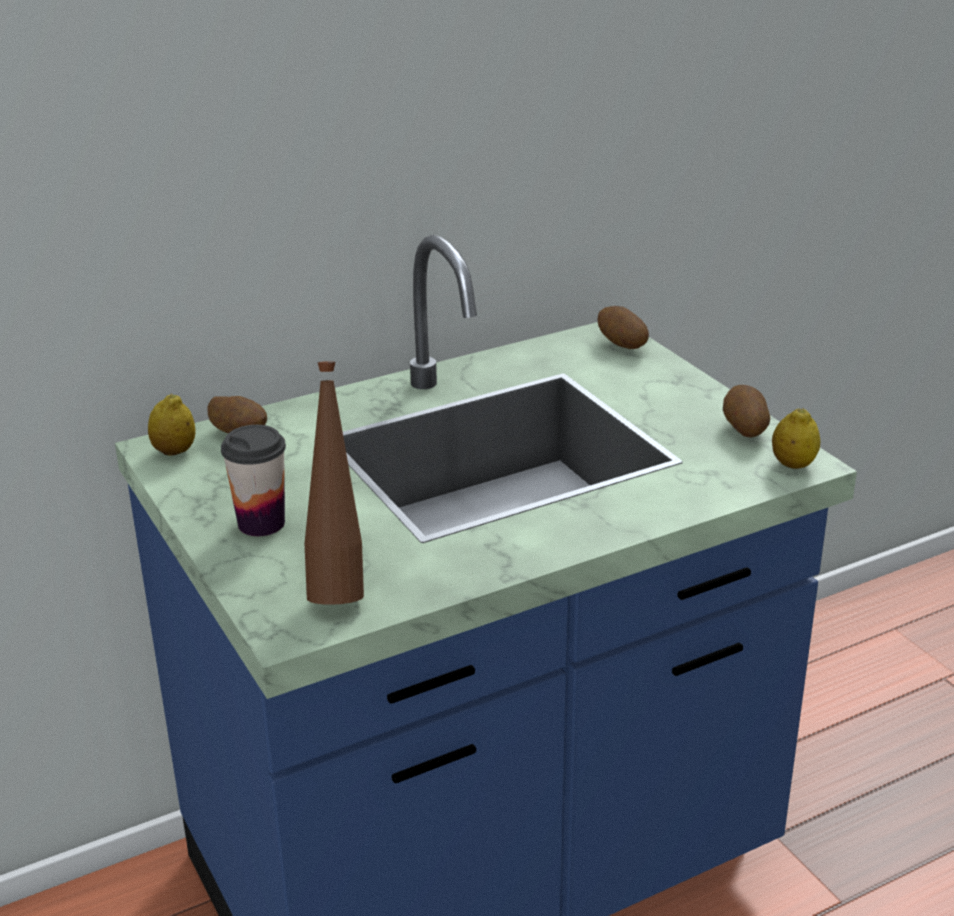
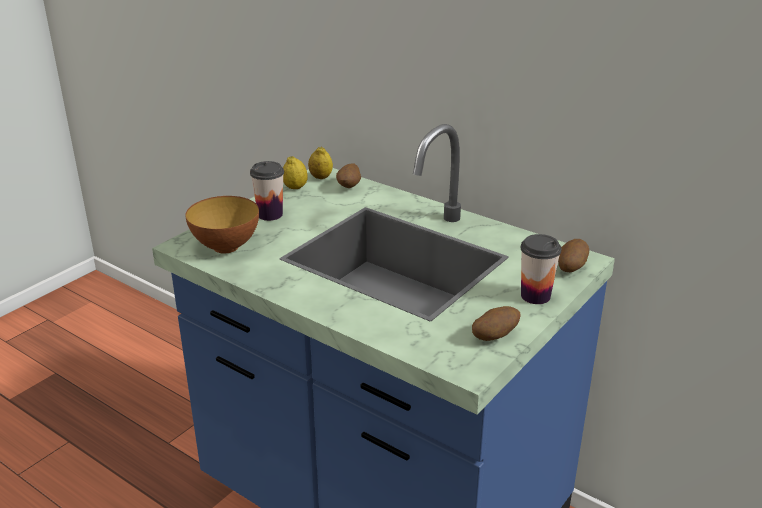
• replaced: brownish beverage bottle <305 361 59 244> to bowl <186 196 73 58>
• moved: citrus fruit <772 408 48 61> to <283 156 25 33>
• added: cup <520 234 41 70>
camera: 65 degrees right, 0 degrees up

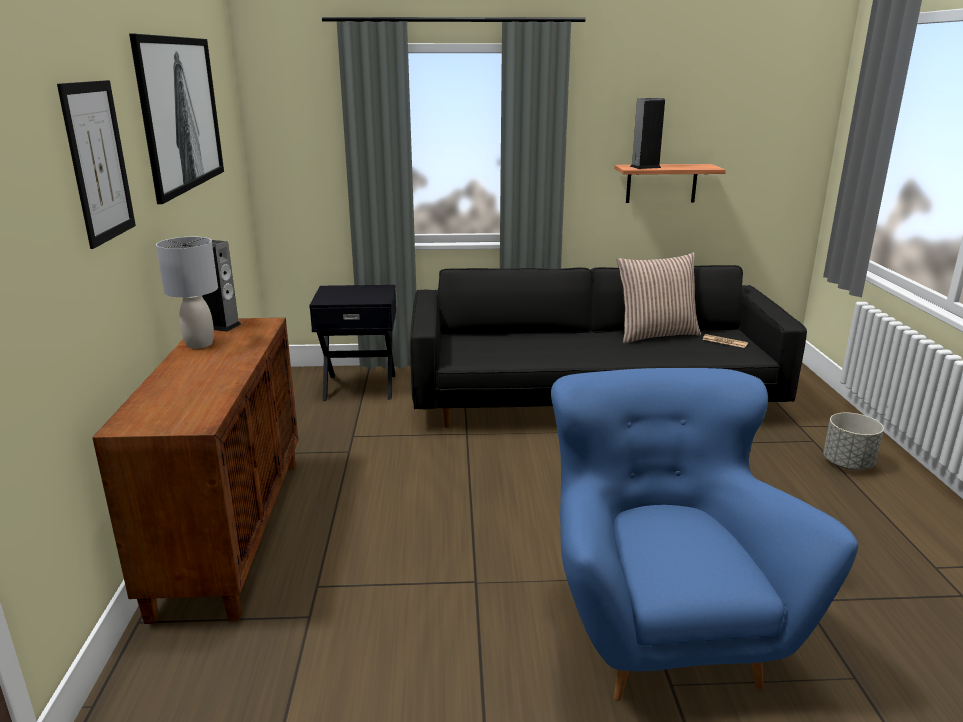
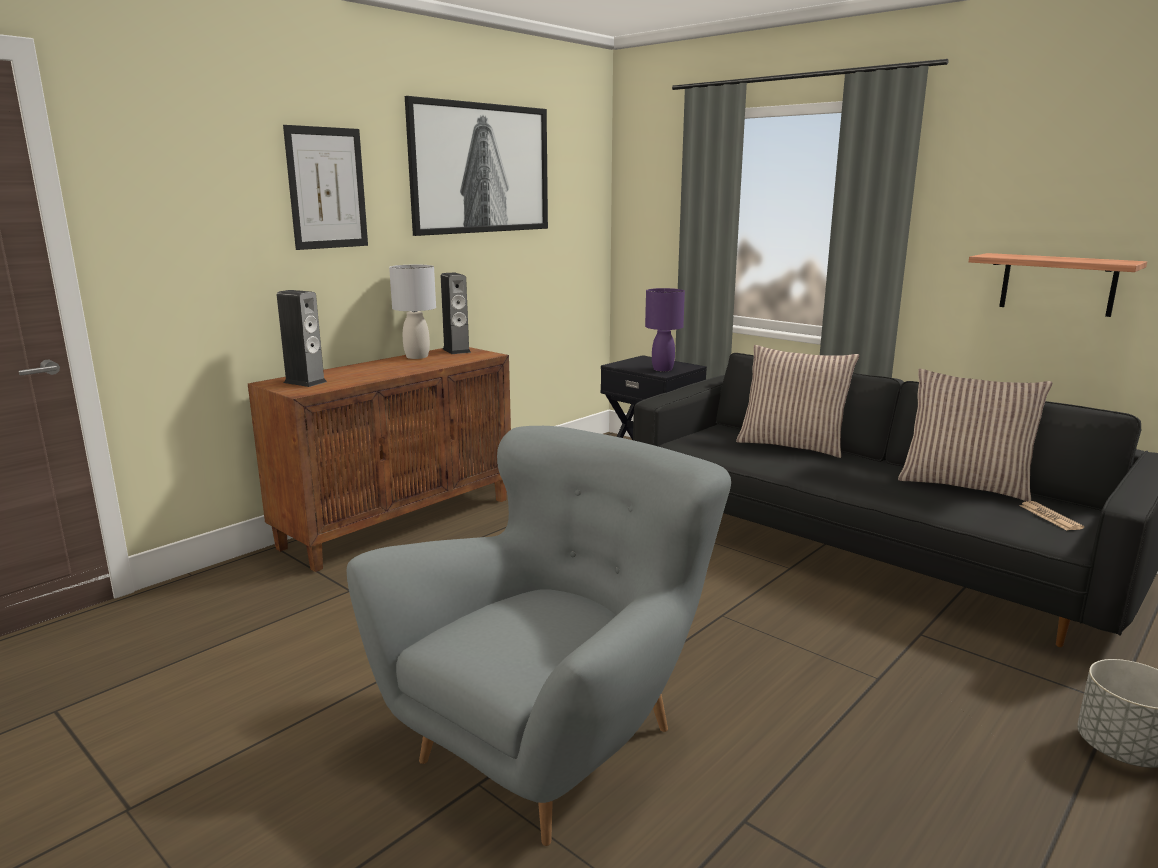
• moved: audio speaker <630 98 35 71> to <277 290 50 97>
• recoloured: bluish easy chair <551 368 307 333> to gray easy chair <347 426 384 420>
• added: purplish tabletop lamp <645 288 40 83>
• added: throw pillow <736 345 123 113>
camera: 45 degrees right, 5 degrees down

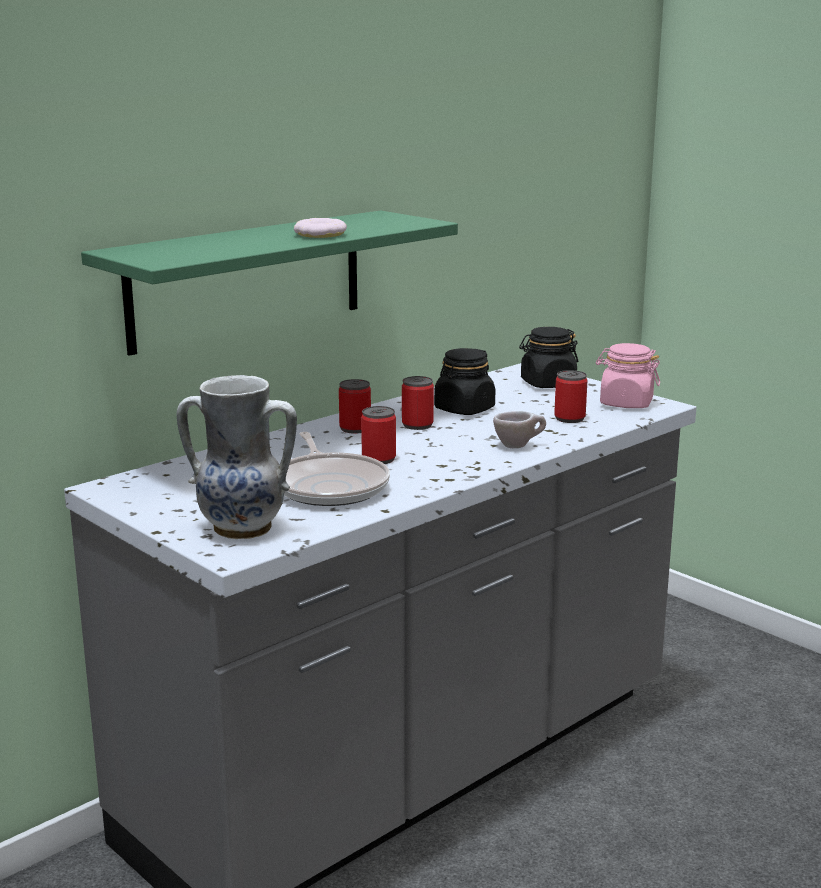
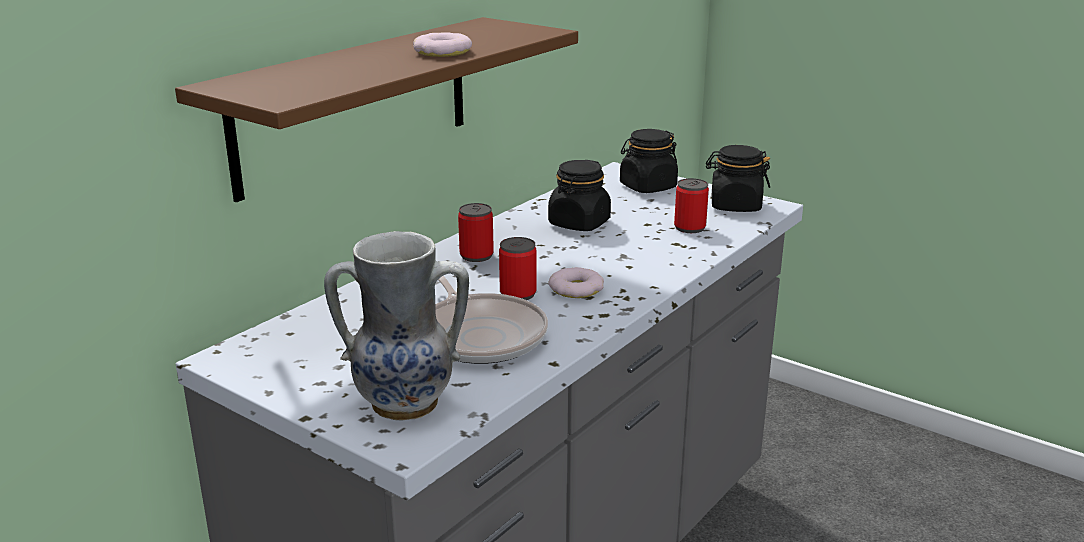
• recoloured: green bracket shelf <81 210 377 146> to brownish bracket shelf <175 17 403 185>
• recoloured: pinkish jar <596 343 64 65> to black jar <706 145 64 67>
• removed: metal can <402 376 32 54>
• removed: beige-coloured cup <493 411 53 37>
• added: doughnut <549 267 55 31>
camera: 10 degrees left, 5 degrees up

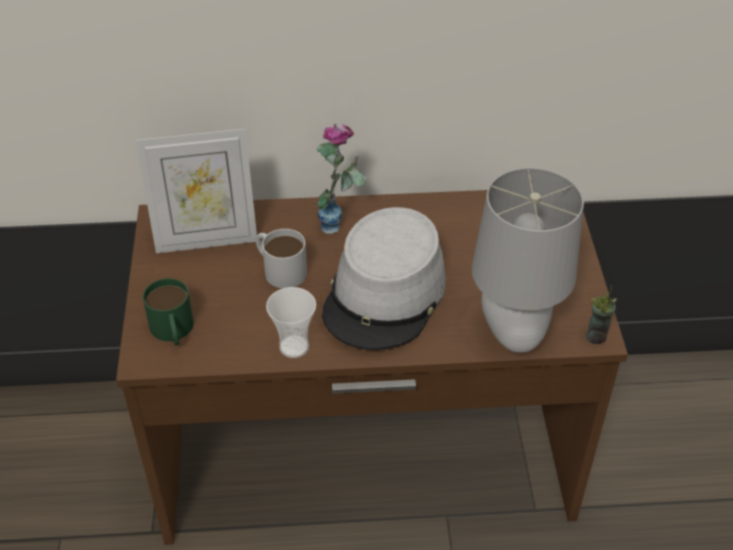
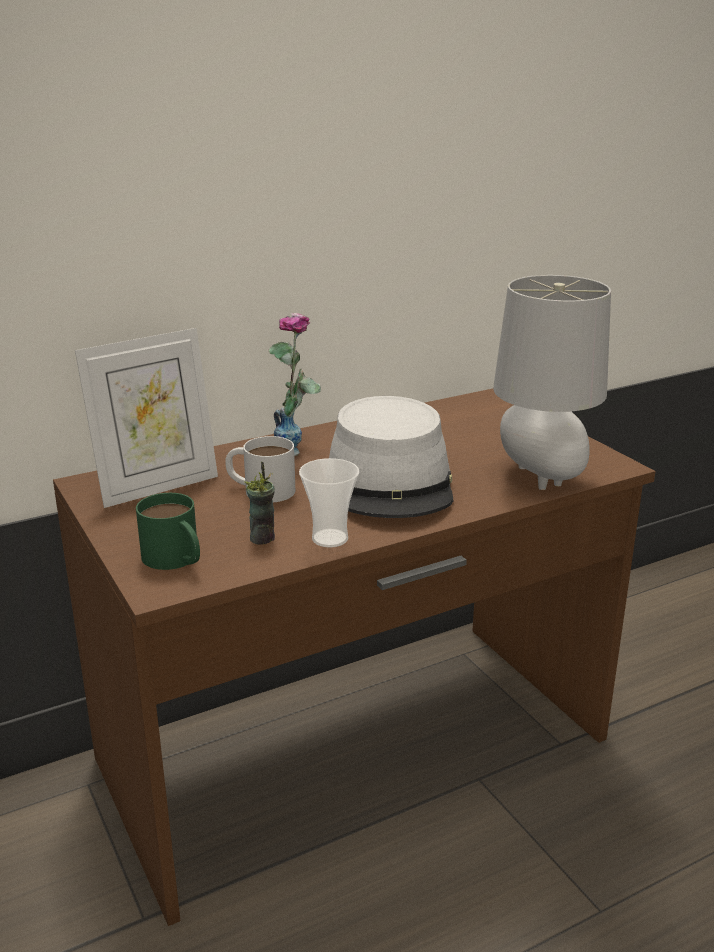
• moved: cup <586 286 31 58> to <243 462 32 83>
camera: 25 degrees left, 20 degrees down

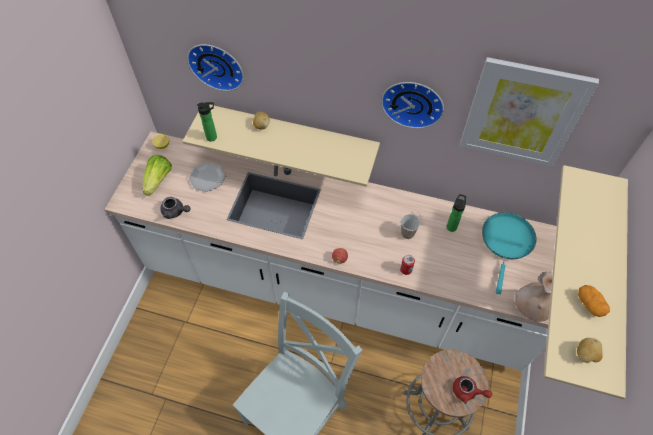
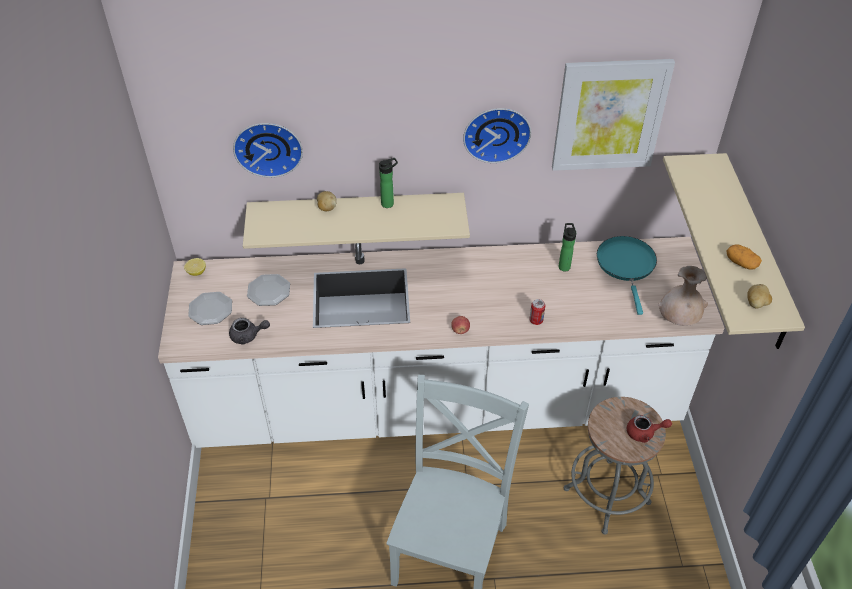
• moved: beverage bottle <197 102 20 39> to <379 158 19 50>
• replaced: head of lettuce <143 155 29 41> to flat dish <188 292 44 33>
• removed: cup <401 214 19 25>
camera: 20 degrees left, 10 degrees down

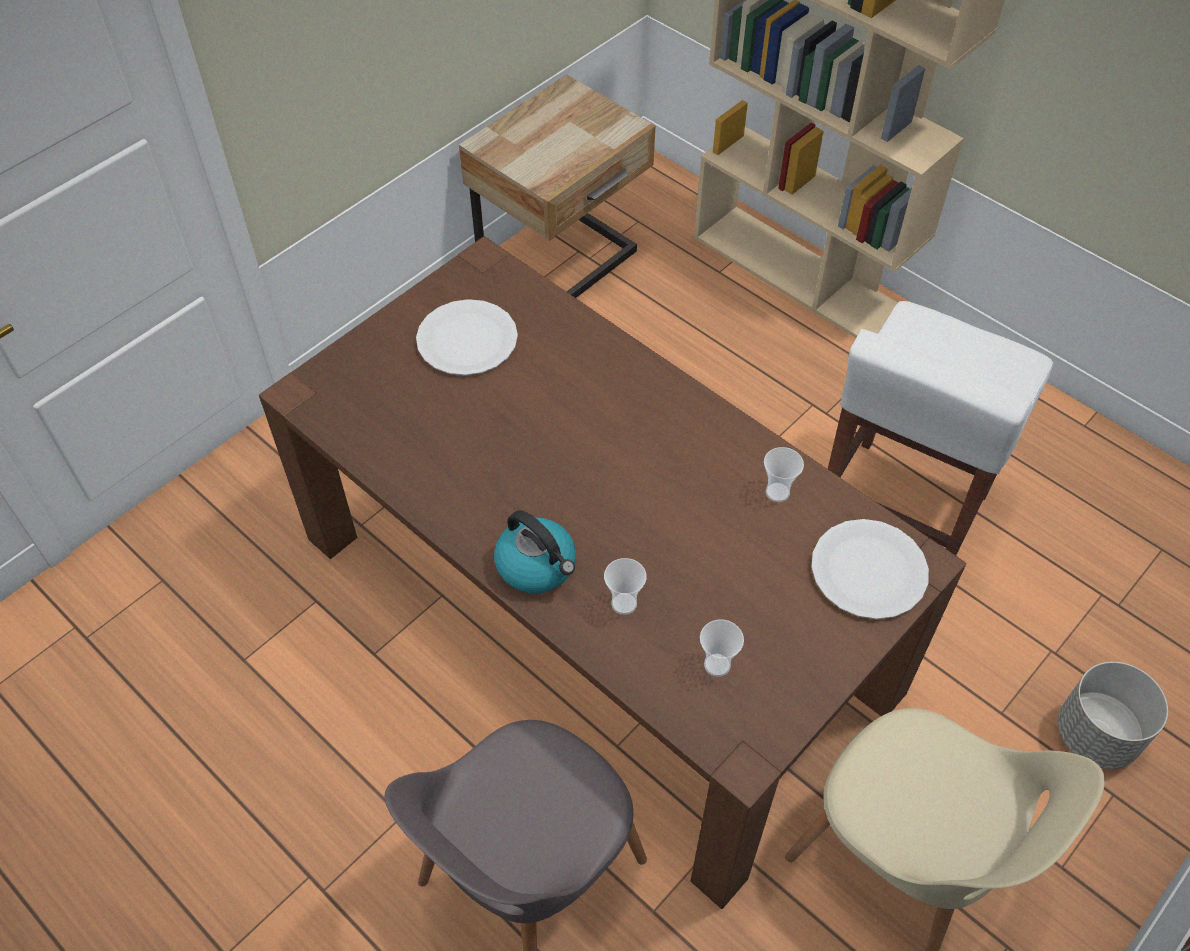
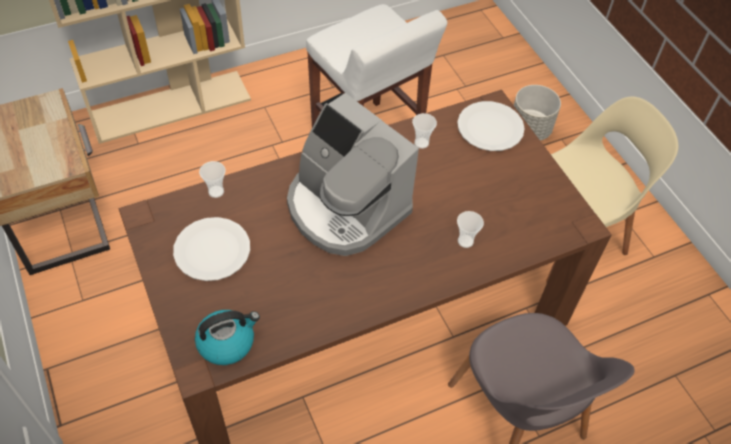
• moved: kettle <494 510 82 84> to <195 310 65 55>
• moved: cup <700 619 44 58> to <199 161 27 37>
• added: coffee brewer <287 93 132 163>
camera: 70 degrees left, 0 degrees up

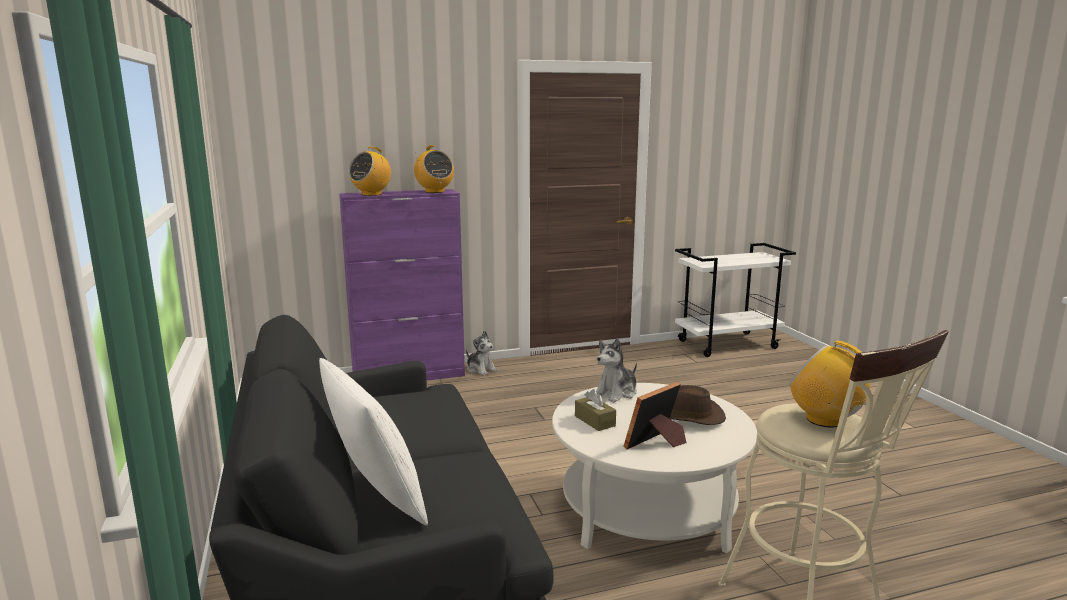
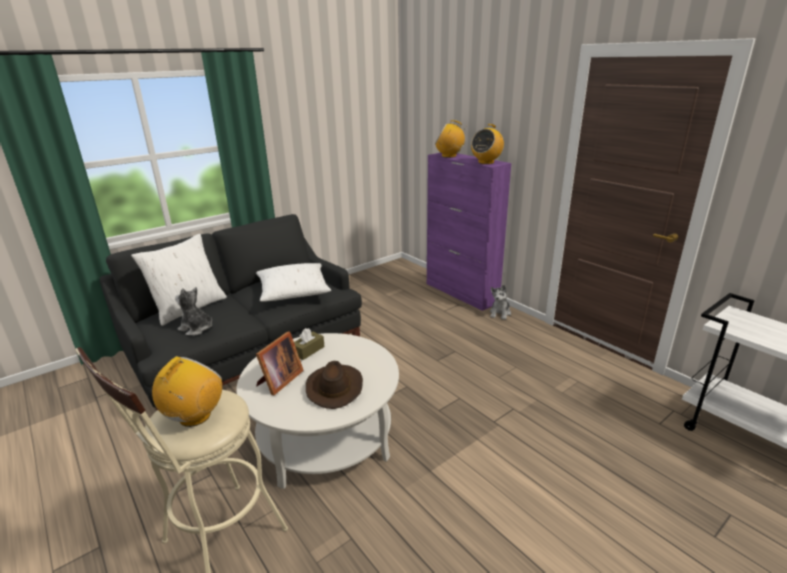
• moved: soft toy <596 338 41 65> to <175 287 37 49>
• turned: standing frame <623 382 64 67> = <256 332 48 63> 90 degrees clockwise
• added: white-coloured throw pillow <256 263 75 39>
camera: 70 degrees right, 10 degrees up

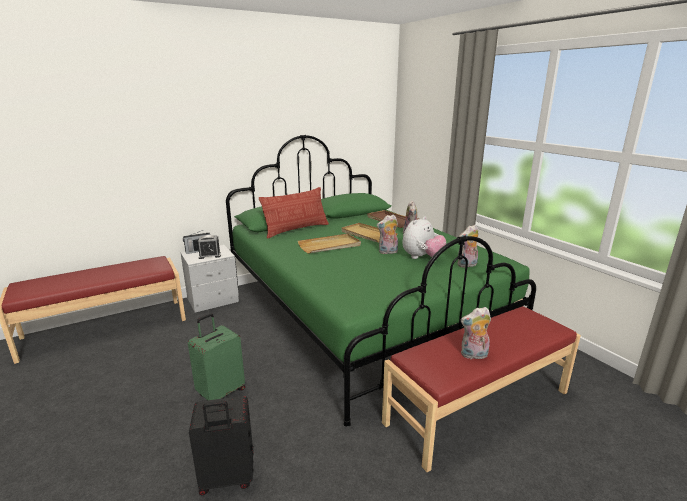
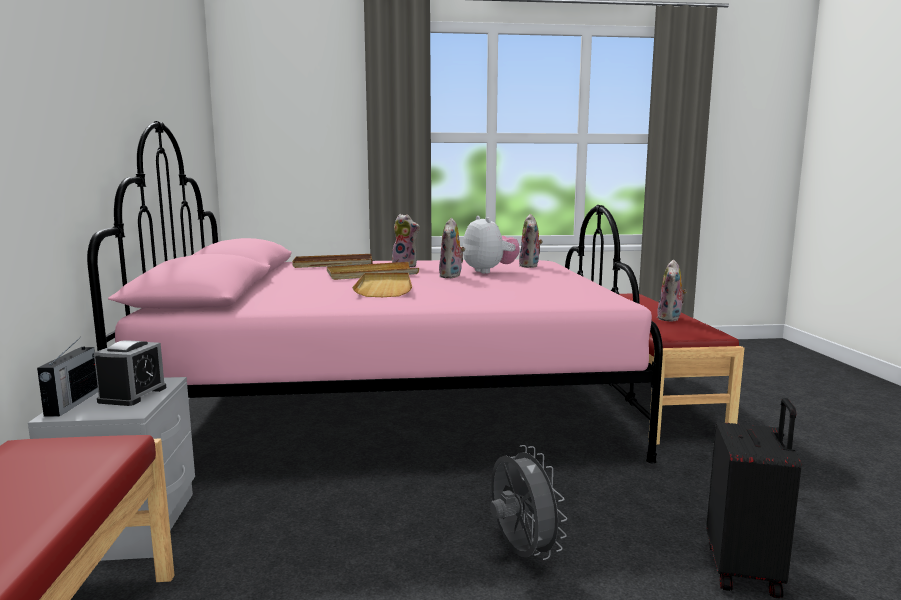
• recoloured: green sleeping bed <226 135 310 292> to pinkish sleeping bed <87 121 576 342>
• removed: throw pillow <259 187 70 51>
• replaced: green suitcase <188 313 57 87> to gray electric fan <490 445 77 115>
camera: 65 degrees left, 10 degrees down

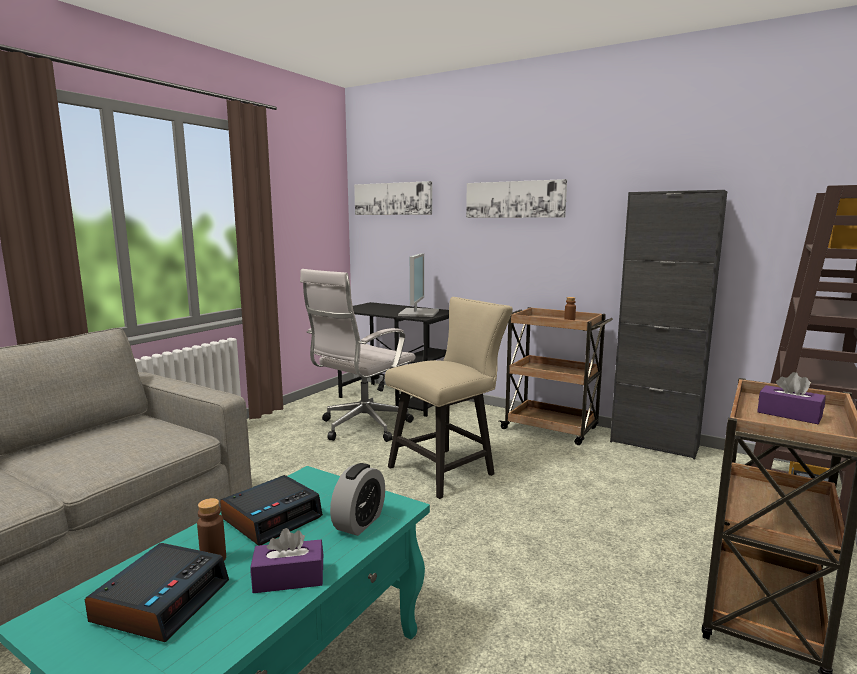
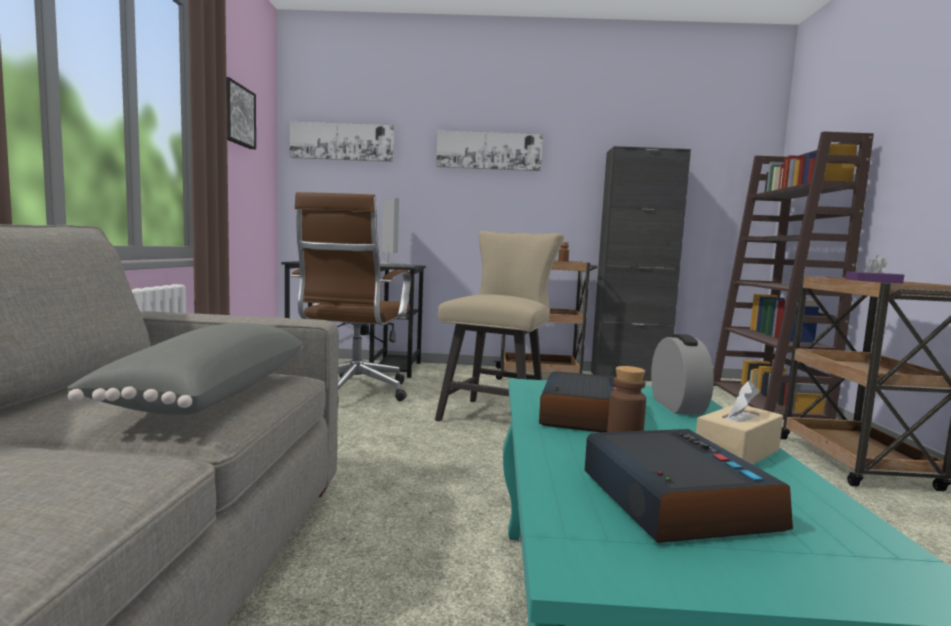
• recoloured: white-coloured computer chair <300 269 115 173> to brownish computer chair <291 192 120 209>
• recoloured: purplish box of tissues <250 528 73 65> to beige-coloured box of tissues <696 380 87 84>
• added: wall picture <226 77 30 72>
• added: gray throw pillow <67 323 236 92>
camera: 30 degrees left, 5 degrees down

